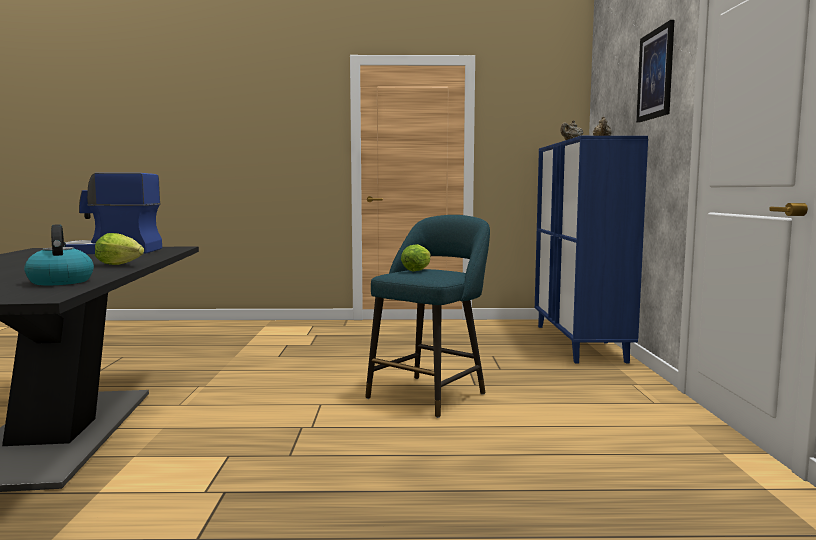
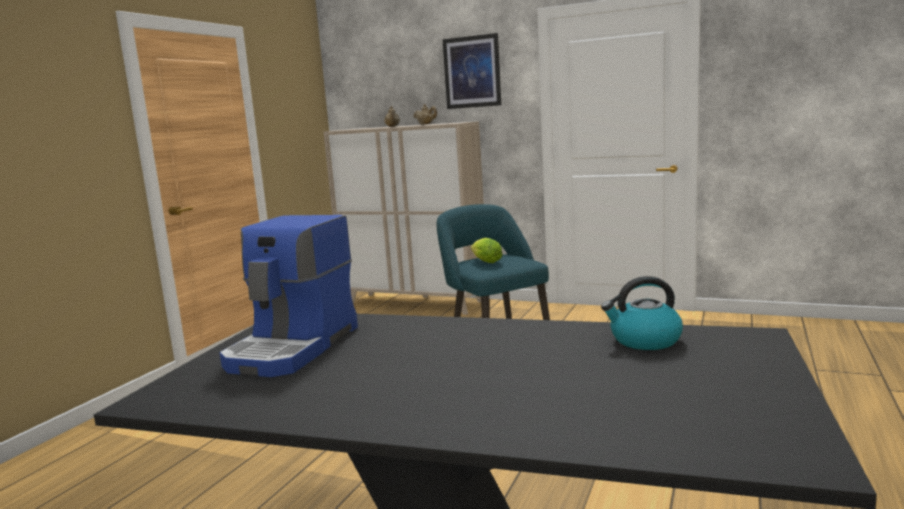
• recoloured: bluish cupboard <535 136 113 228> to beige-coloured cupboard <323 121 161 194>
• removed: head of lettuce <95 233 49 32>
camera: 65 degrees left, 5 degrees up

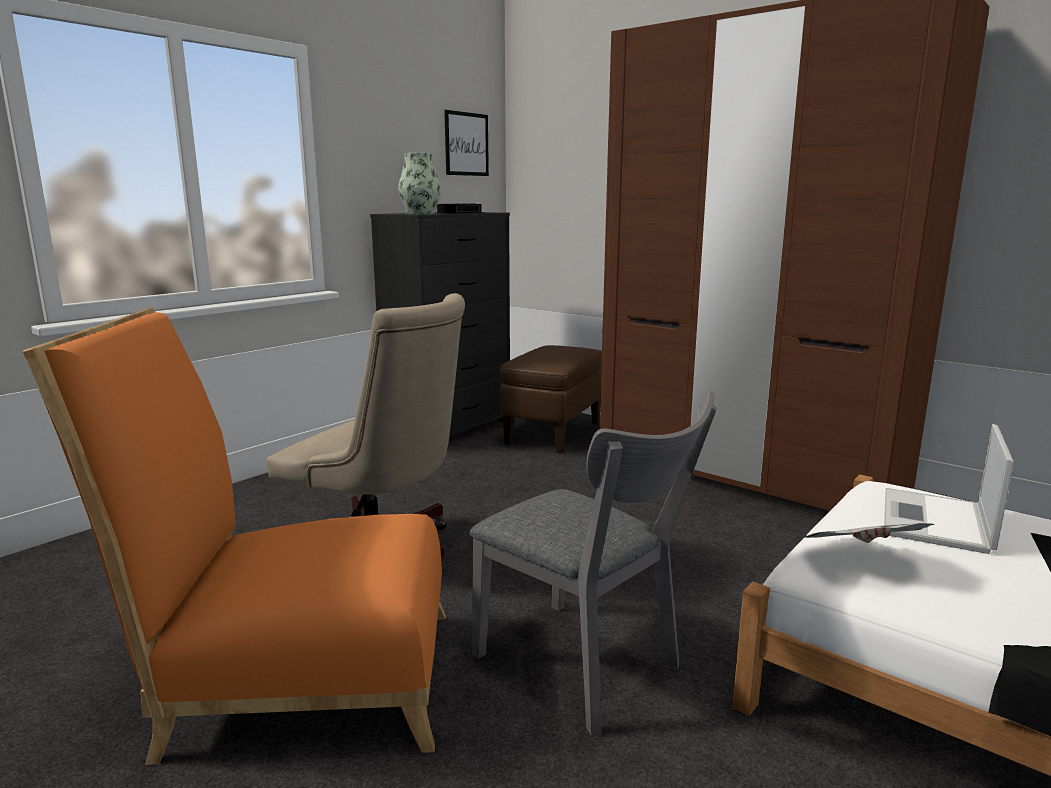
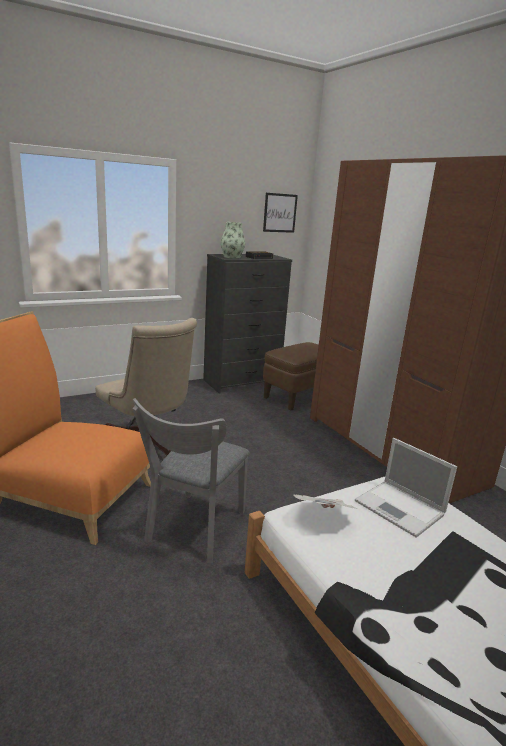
• turned: gray plain chair <470 390 247 346> = <132 398 118 165> 45 degrees clockwise
• turned: laptop <884 424 130 130> = <355 438 102 100> 90 degrees counterclockwise
camera: 20 degrees right, 5 degrees up

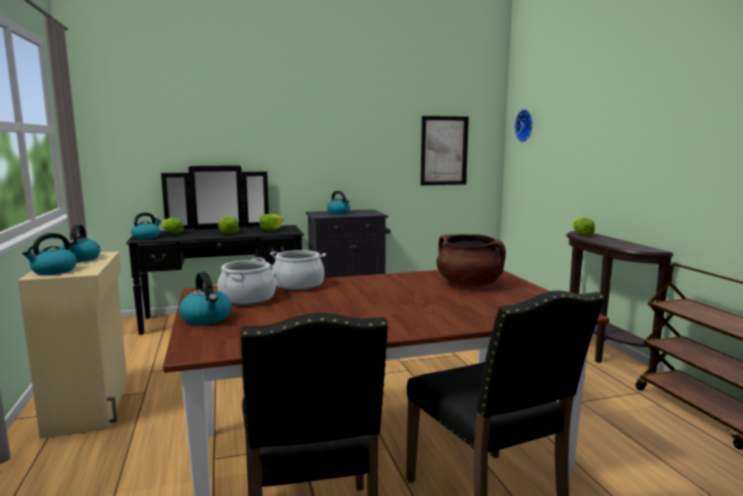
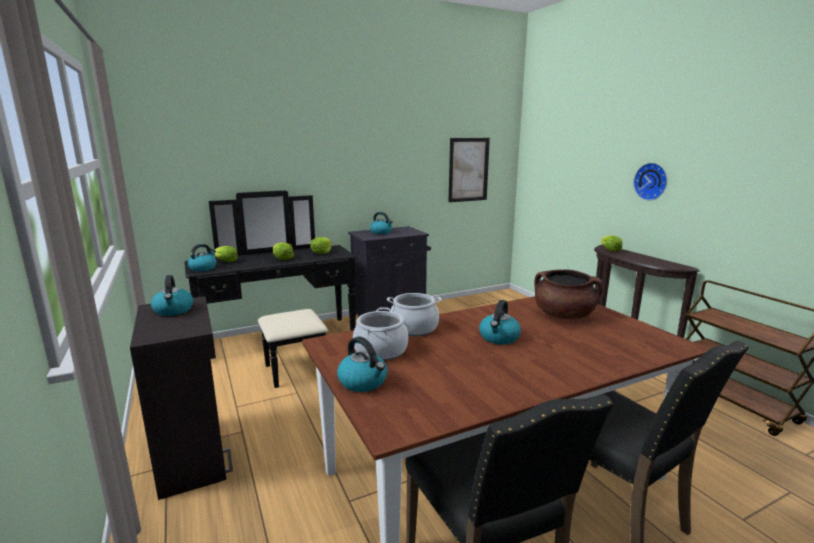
• moved: wall clock <515 109 18 33> to <634 163 33 38>
• moved: kettle <22 233 55 42> to <479 300 42 45>
• recoloured: beige-coloured cupboard <18 252 110 187> to black cupboard <130 296 103 204>
camera: 10 degrees left, 5 degrees up

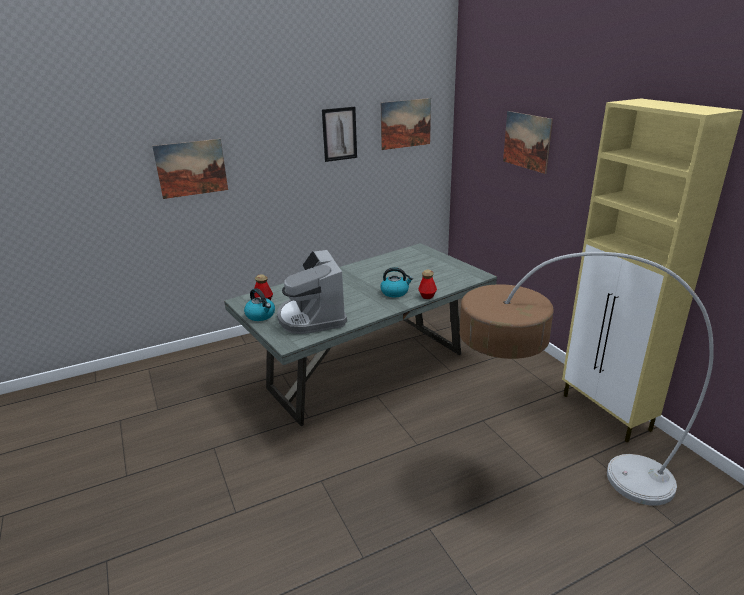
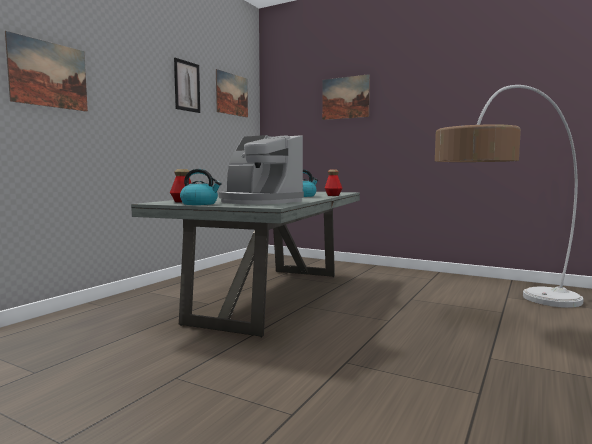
• removed: beige-coloured cupboard <562 99 181 343>
camera: 35 degrees left, 20 degrees down

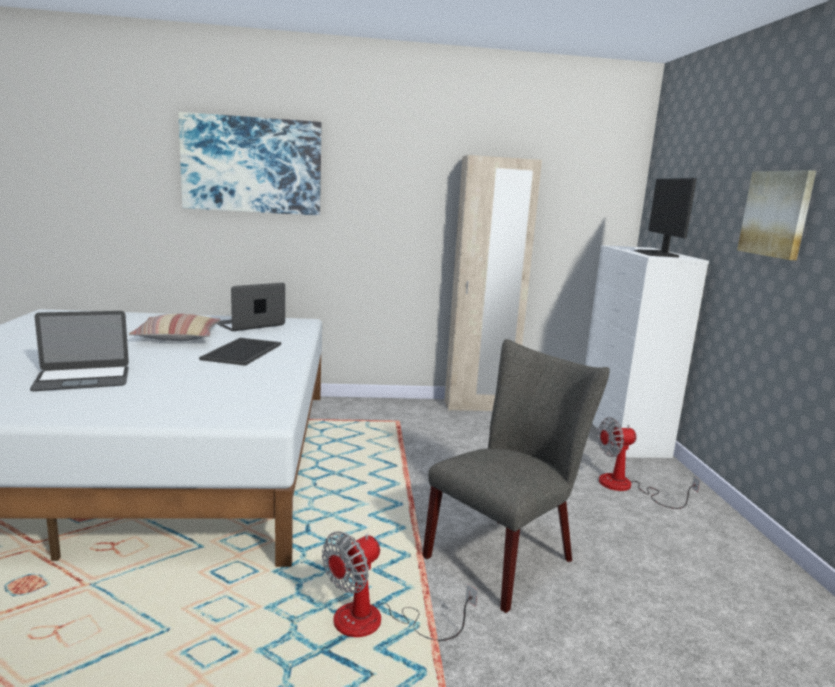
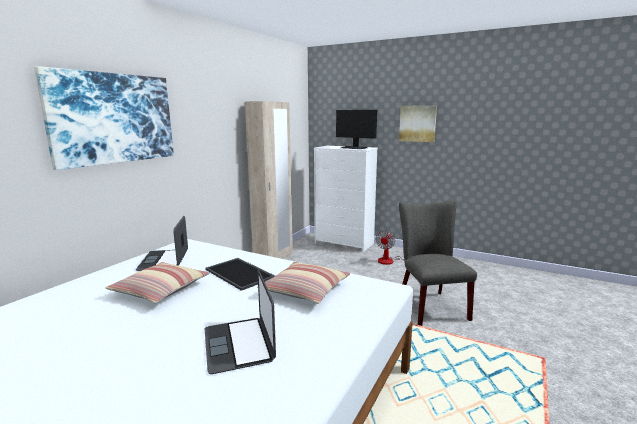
• turned: laptop <30 311 99 80> = <205 270 71 104> 150 degrees clockwise
• removed: electric fan <322 531 156 110>
• added: throw pillow <257 262 93 42>
camera: 55 degrees left, 0 degrees up

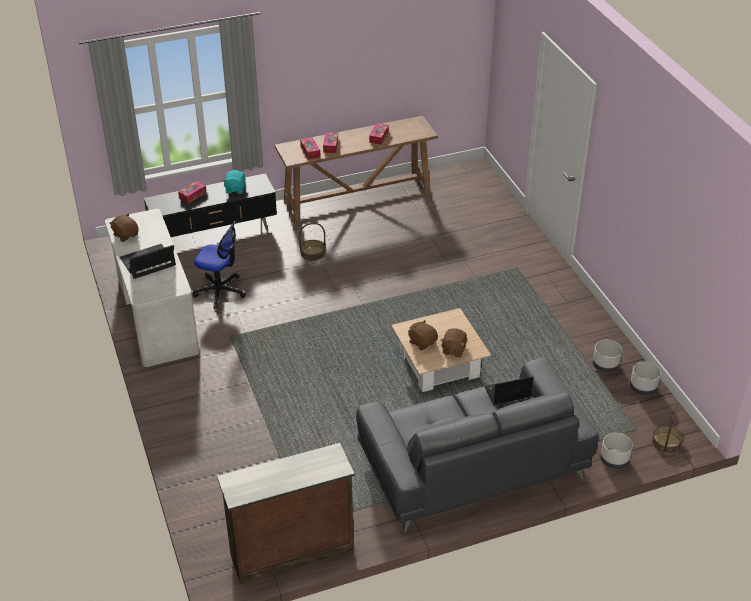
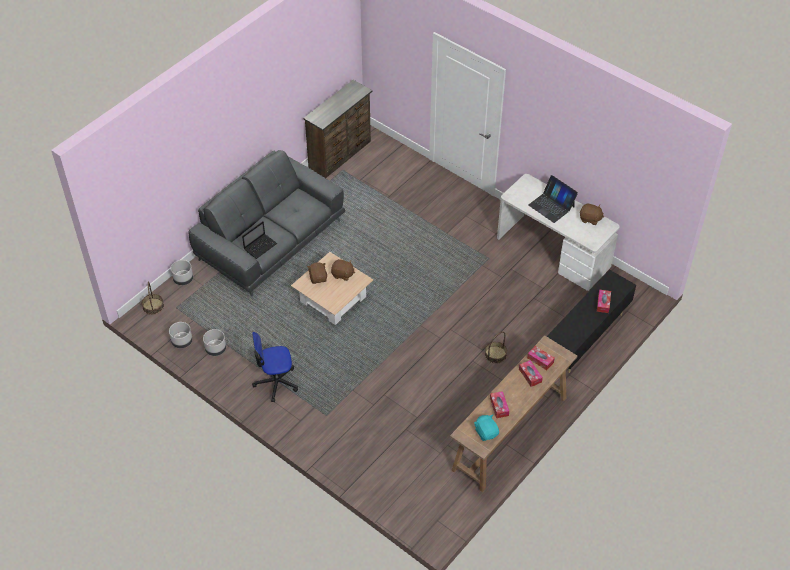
• moved: turquoise-coloured soft toy <222 170 23 24> to <474 414 25 27>
• moved: computer chair <193 221 53 88> to <252 332 46 70>
• turned: laptop <120 244 56 35> = <529 175 49 48> 105 degrees clockwise
camera: 150 degrees right, 10 degrees up

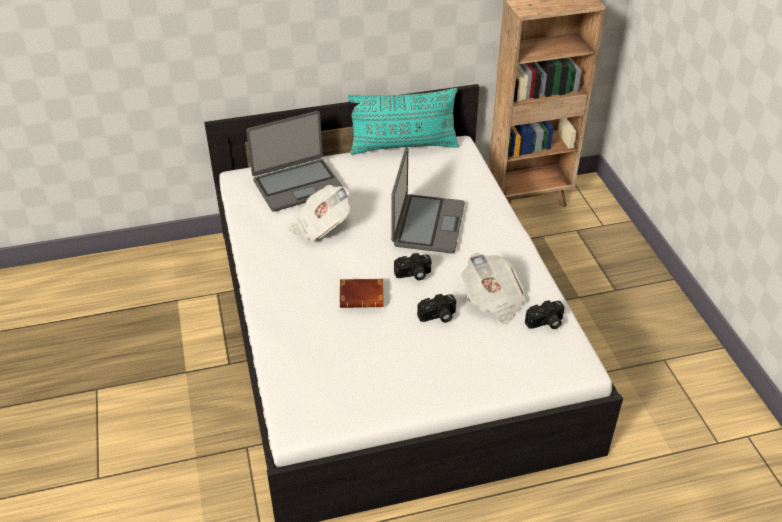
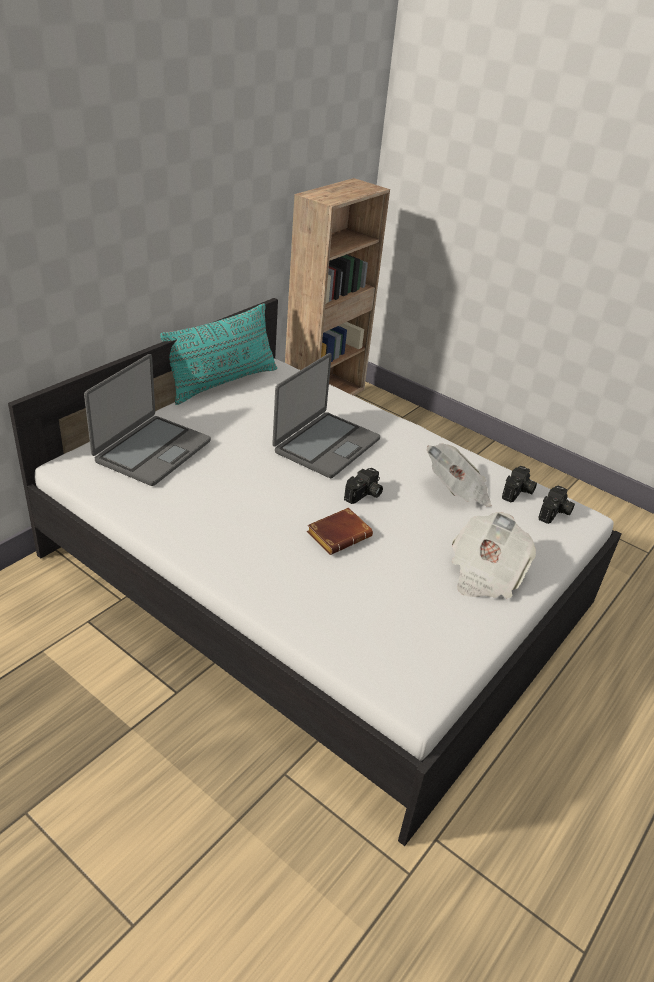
• turned: laptop <391 146 74 108> = <272 353 108 125> 60 degrees clockwise
• moved: printed paper <289 185 61 58> to <452 512 84 86>
• moved: photo camera <417 294 39 29> to <538 486 37 38>
camera: 40 degrees left, 5 degrees down

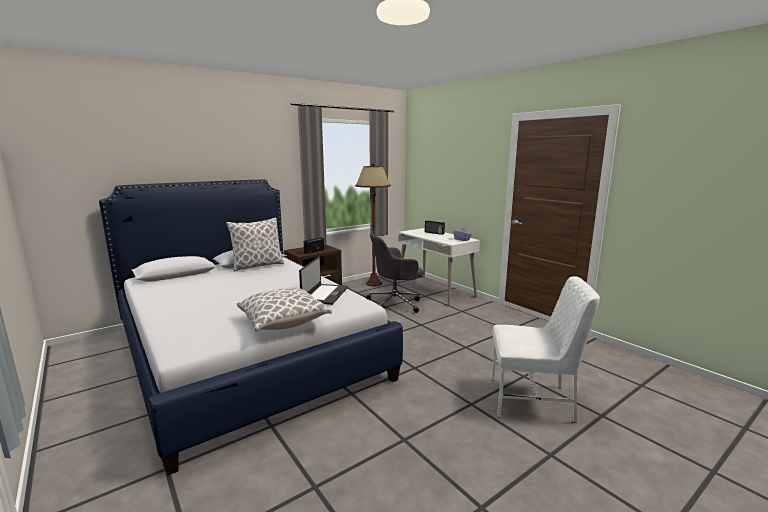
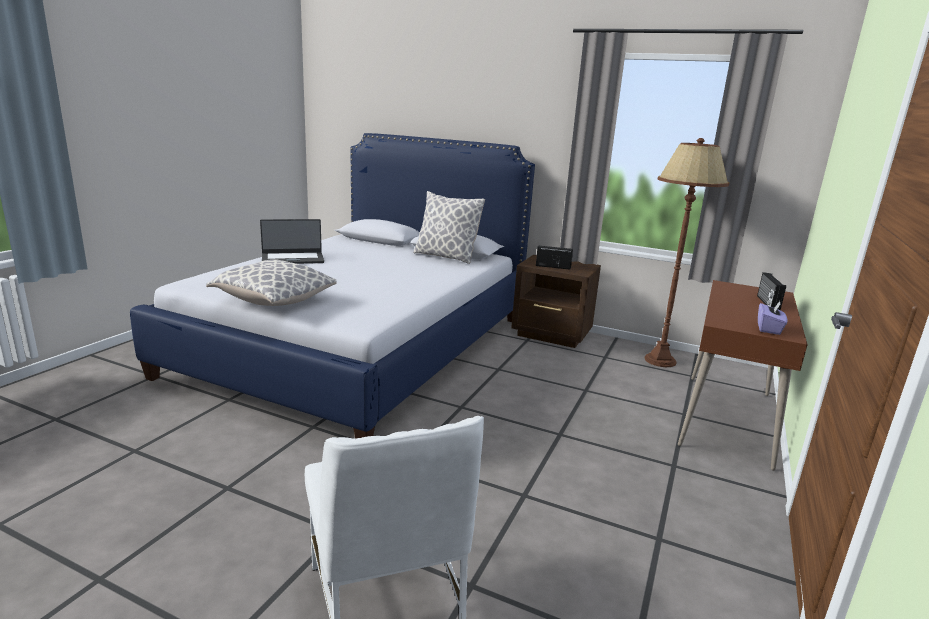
• recoloured: white-coloured desk table <397 228 83 77> to brownish desk table <678 280 130 191>
• removed: gray computer chair <366 233 57 80>
• moved: laptop <299 257 49 48> to <260 219 64 45>
camera: 60 degrees right, 5 degrees up

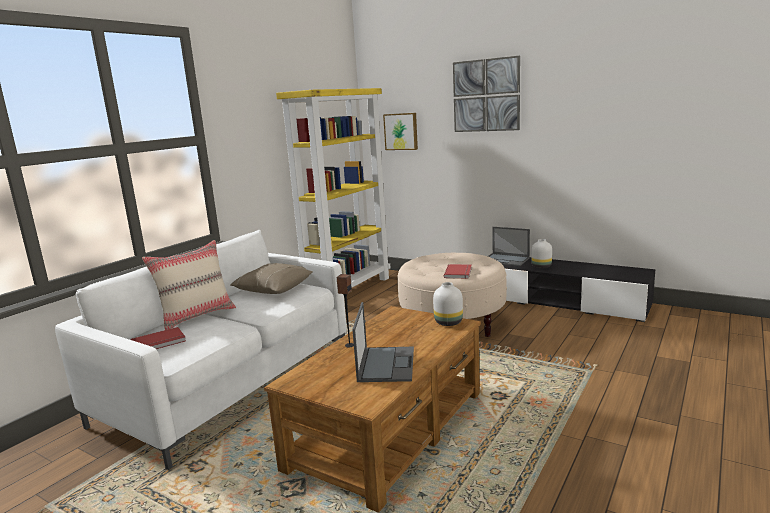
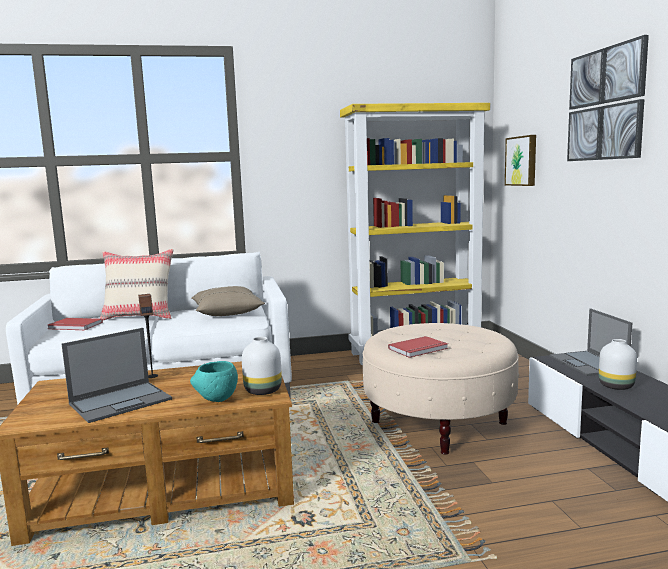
• added: turquoise-coloured bowl <190 361 48 41>
camera: 45 degrees right, 5 degrees down

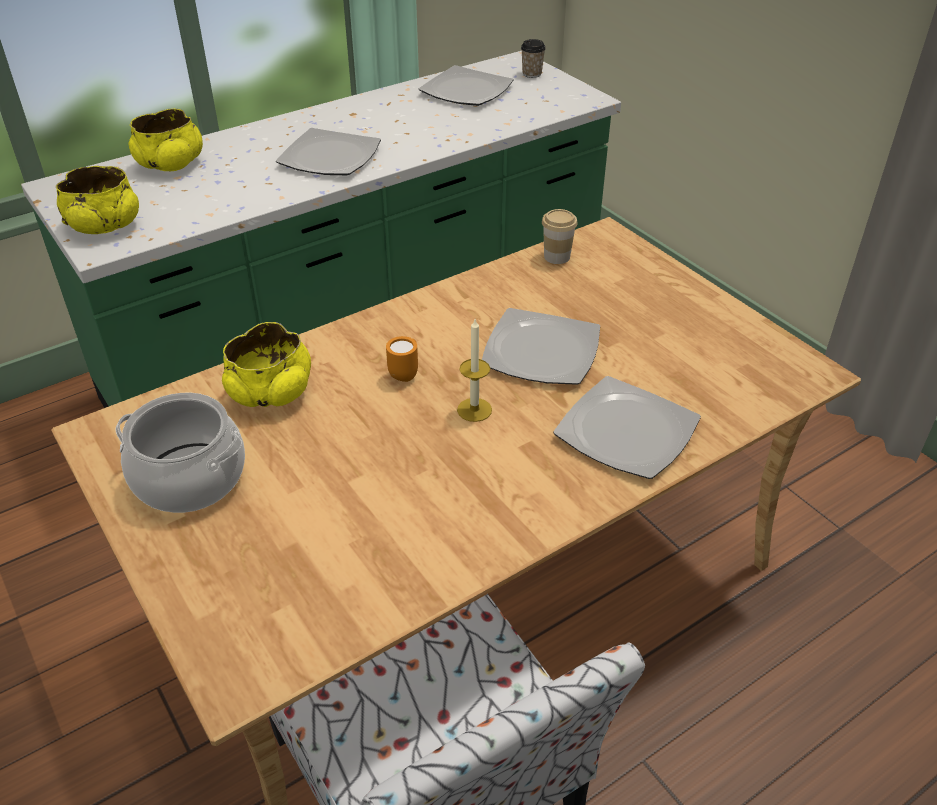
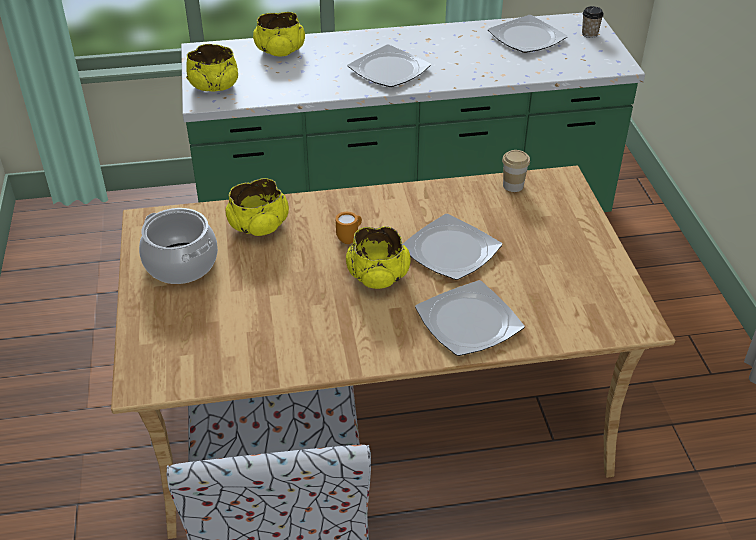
• replaced: candle <457 319 35 103> to yellow-coloured bowl <346 226 65 63>
camera: 25 degrees right, 0 degrees up

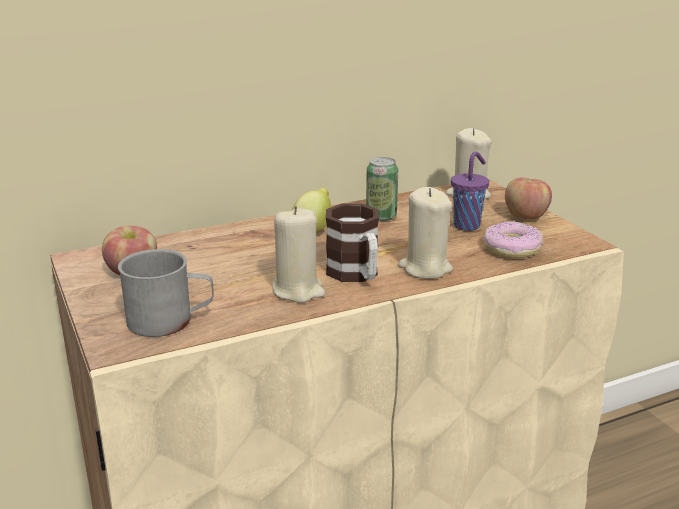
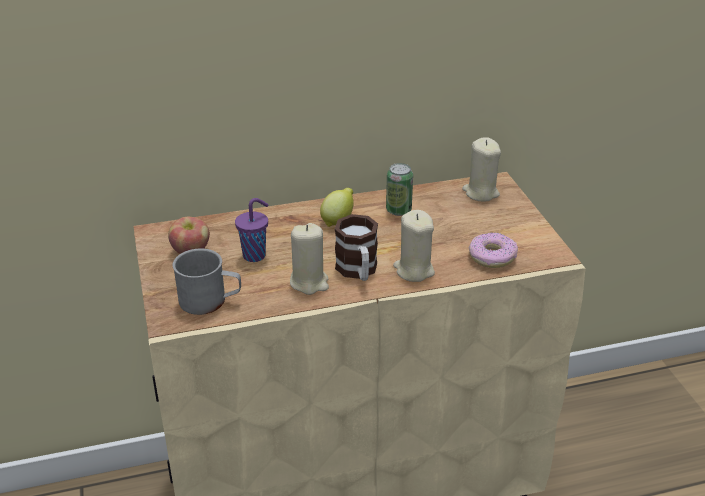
• moved: purplish cup <451 152 38 79> to <235 198 33 64>
• removed: apple fruit <505 177 47 42>
camera: 10 degrees right, 10 degrees up

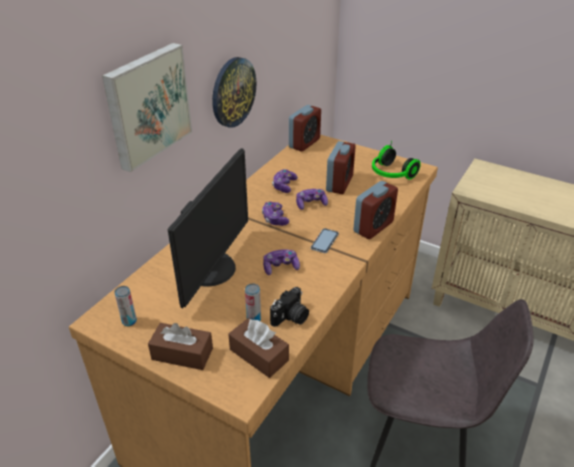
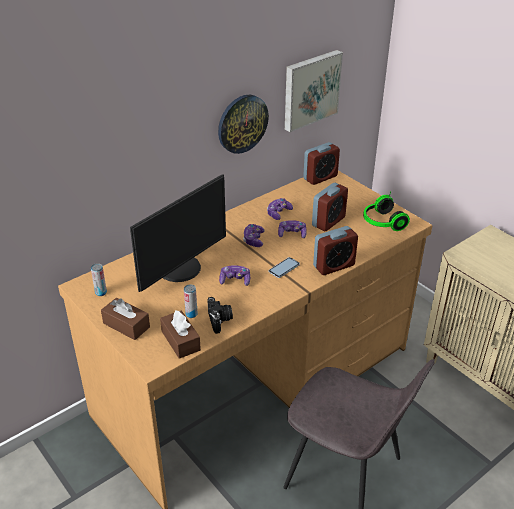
• moved: wall picture <102 43 90 129> to <285 50 58 82>
• turned: photo camera <270 287 39 40> = <207 297 26 37> 75 degrees counterclockwise
camera: 20 degrees right, 0 degrees up

